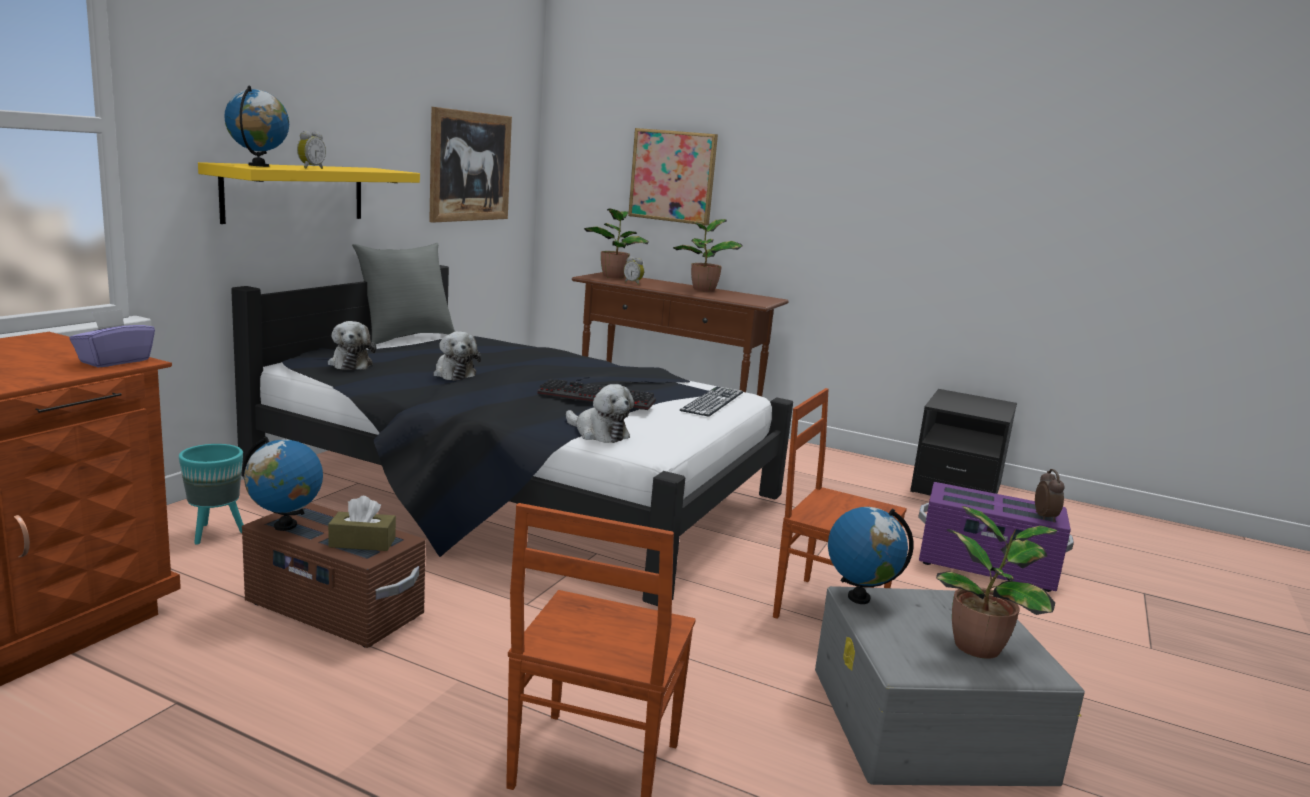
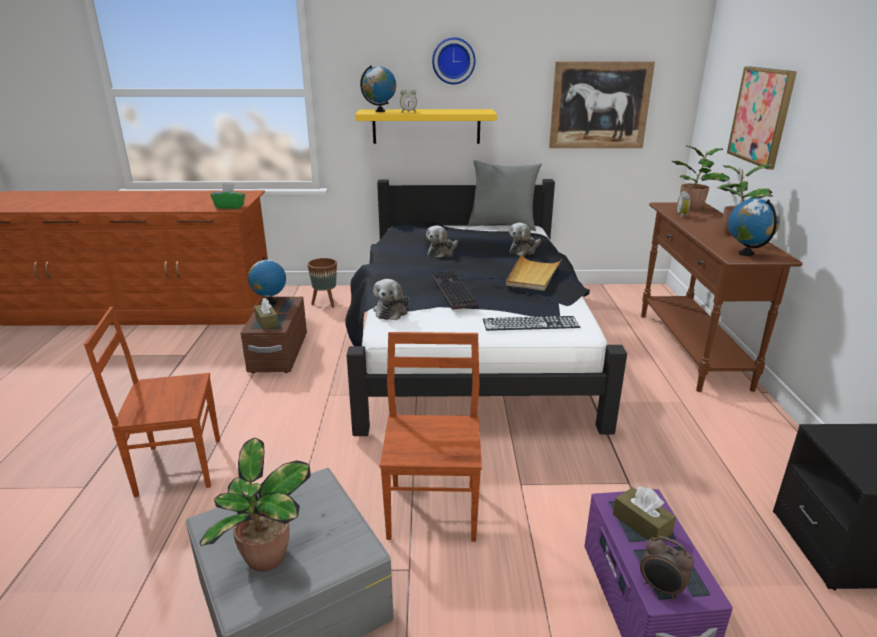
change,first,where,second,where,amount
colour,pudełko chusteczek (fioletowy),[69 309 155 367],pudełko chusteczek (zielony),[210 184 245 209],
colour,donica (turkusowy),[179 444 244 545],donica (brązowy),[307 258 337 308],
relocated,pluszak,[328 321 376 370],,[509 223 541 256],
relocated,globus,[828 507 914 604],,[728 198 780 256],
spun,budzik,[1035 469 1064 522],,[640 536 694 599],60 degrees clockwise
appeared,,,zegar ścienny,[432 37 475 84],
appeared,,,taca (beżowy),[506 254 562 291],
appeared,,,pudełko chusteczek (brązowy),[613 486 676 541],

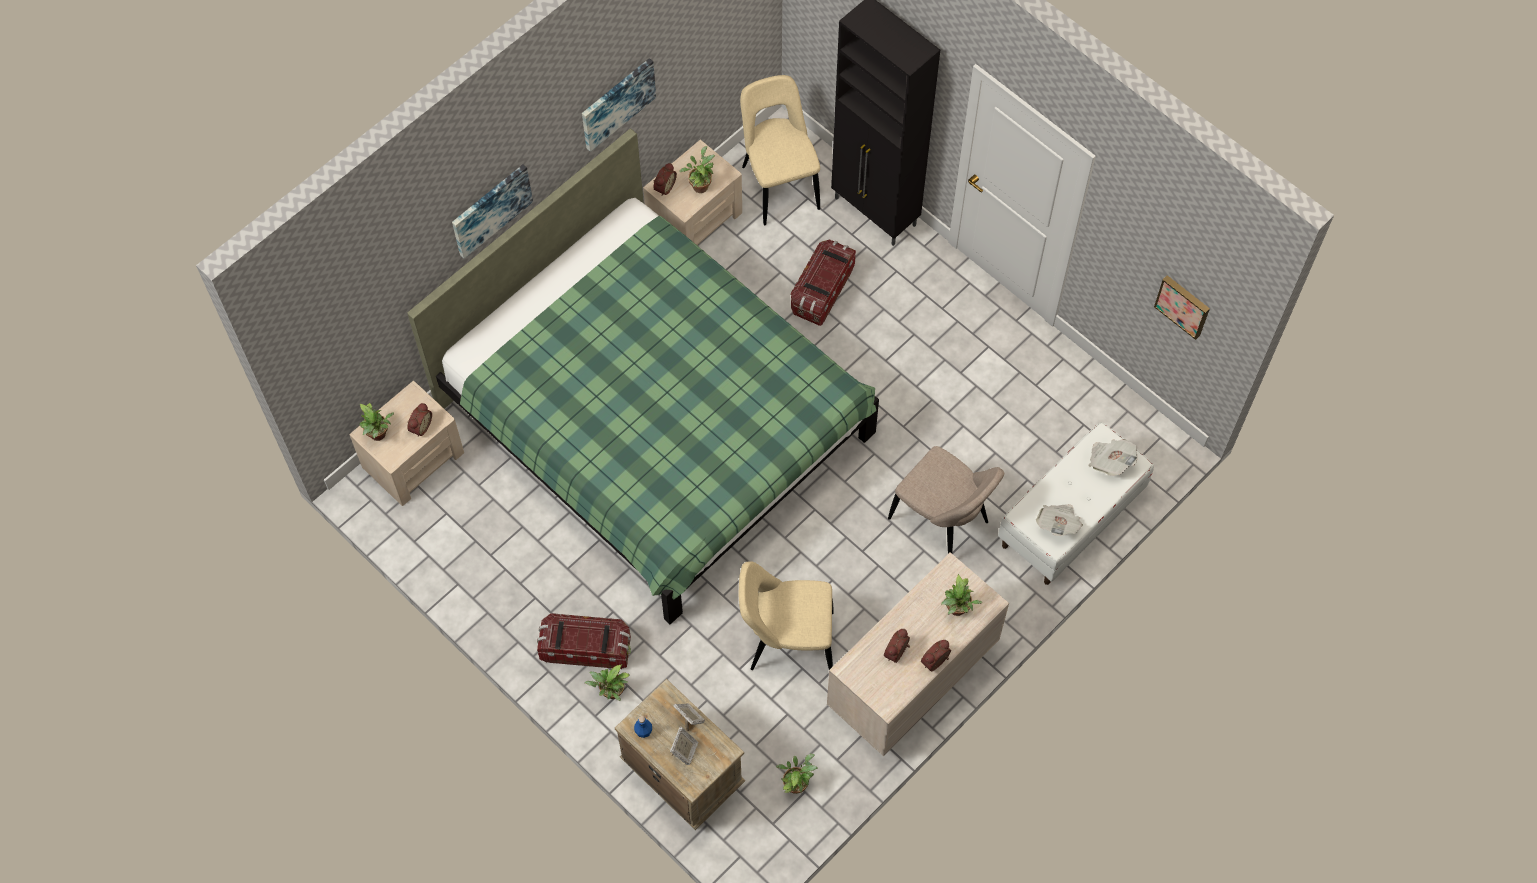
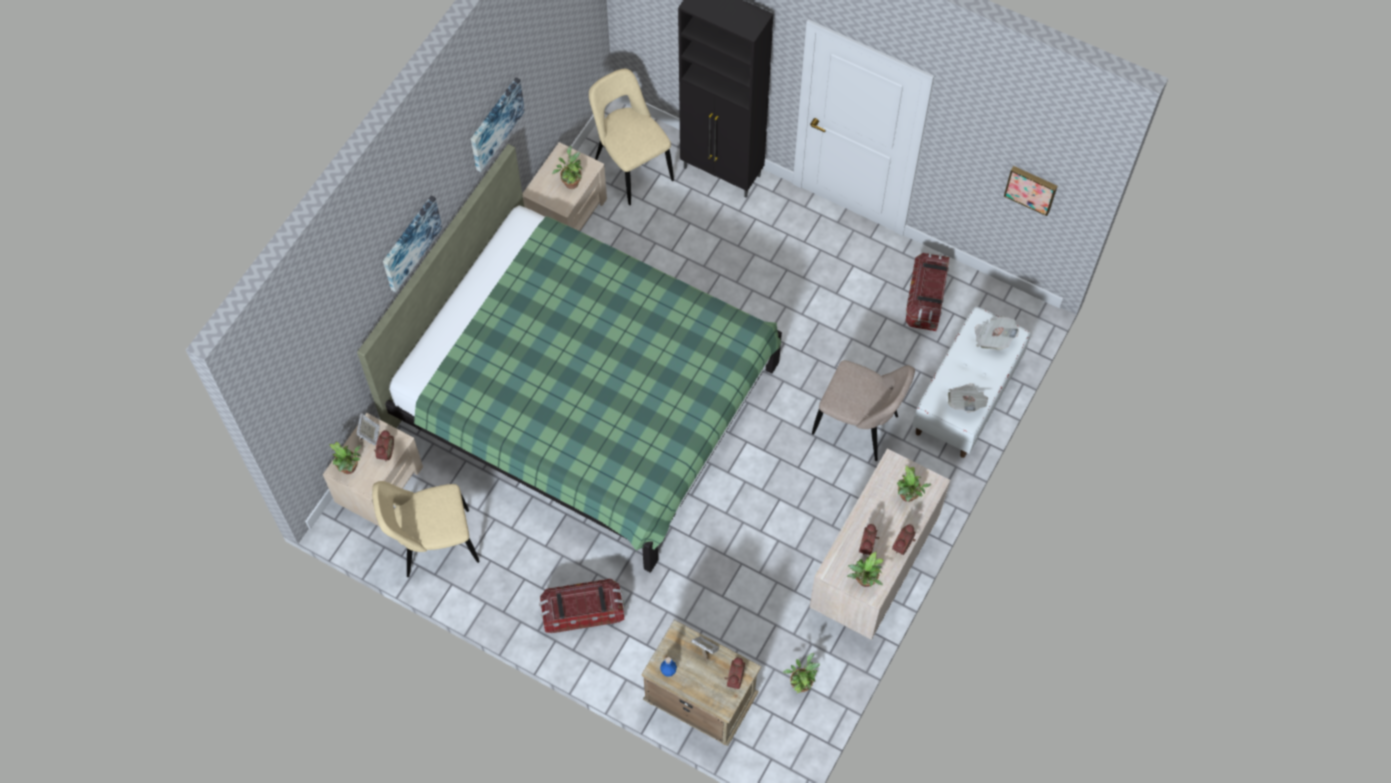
change,first,where,second,where,amount
relocated,roślina doniczkowa,[584 664 630 701],,[847 551 884 587],
relocated,budzik,[653 163 677 196],,[725 657 745 689],
relocated,ramka na zdjęcie,[670 727 698 765],,[357 413 380 445],
relocated,krzesło (beżowy),[739 562 834 670],,[372 481 480 577],
relocated,pojemnik do przechowywania,[791 239 856 326],,[905 253 949 331],

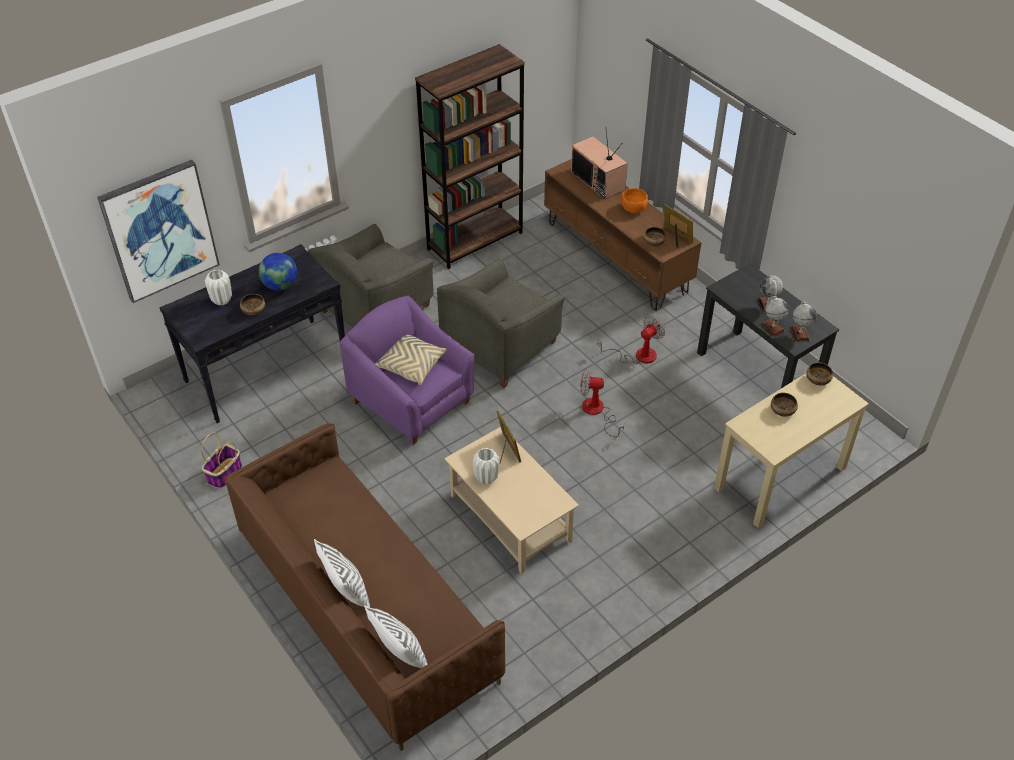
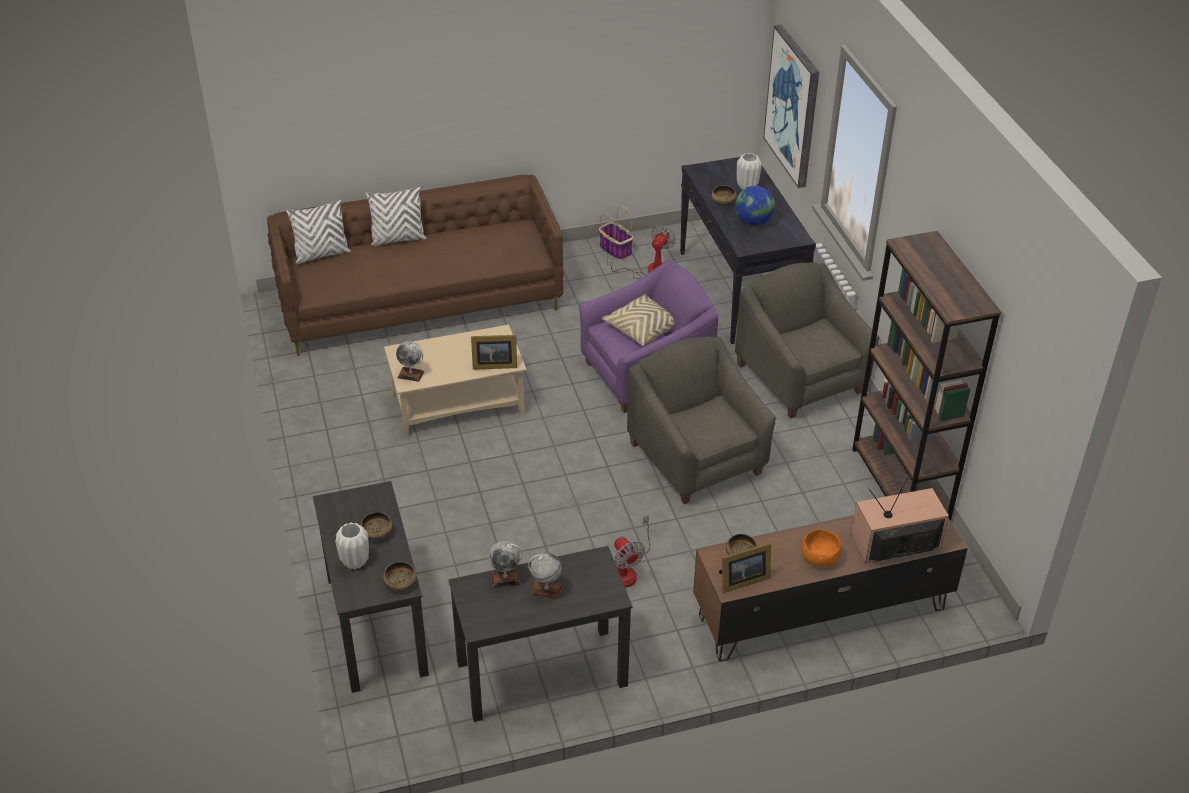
change,first,where,second,where,amount
relocated,wazon (biały),[473 448 499 485],,[335 523 369 569],
relocated,wentylator,[581 369 624 437],,[607 225 676 279],
colour,biurko (beżowy),[714 373 869 528],biurko (czarny),[313 481 429 693],
relocated,globus,[790 302 817 342],,[396 341 424 382],

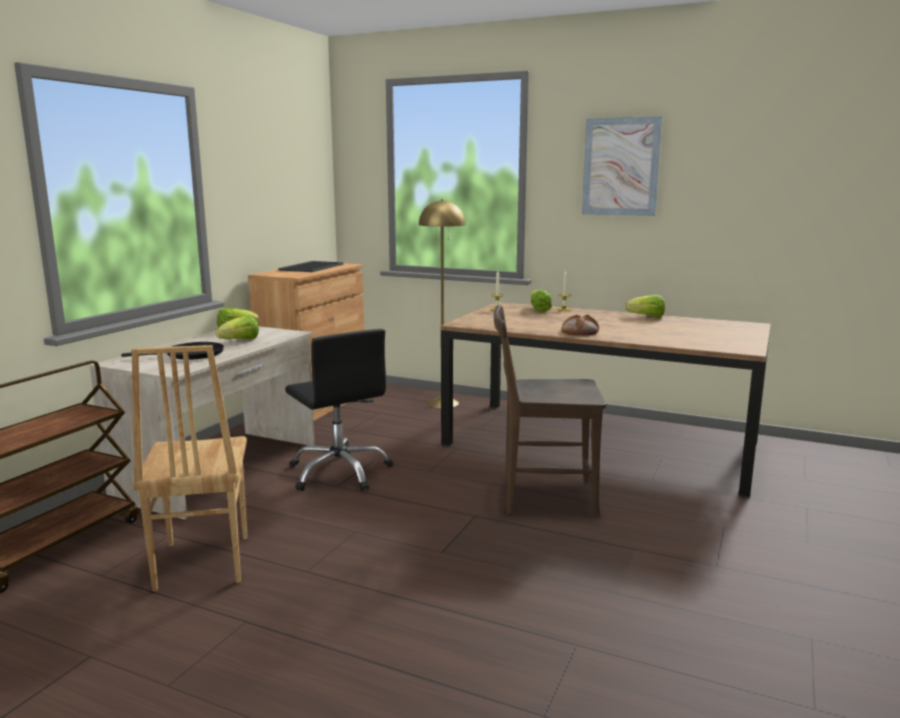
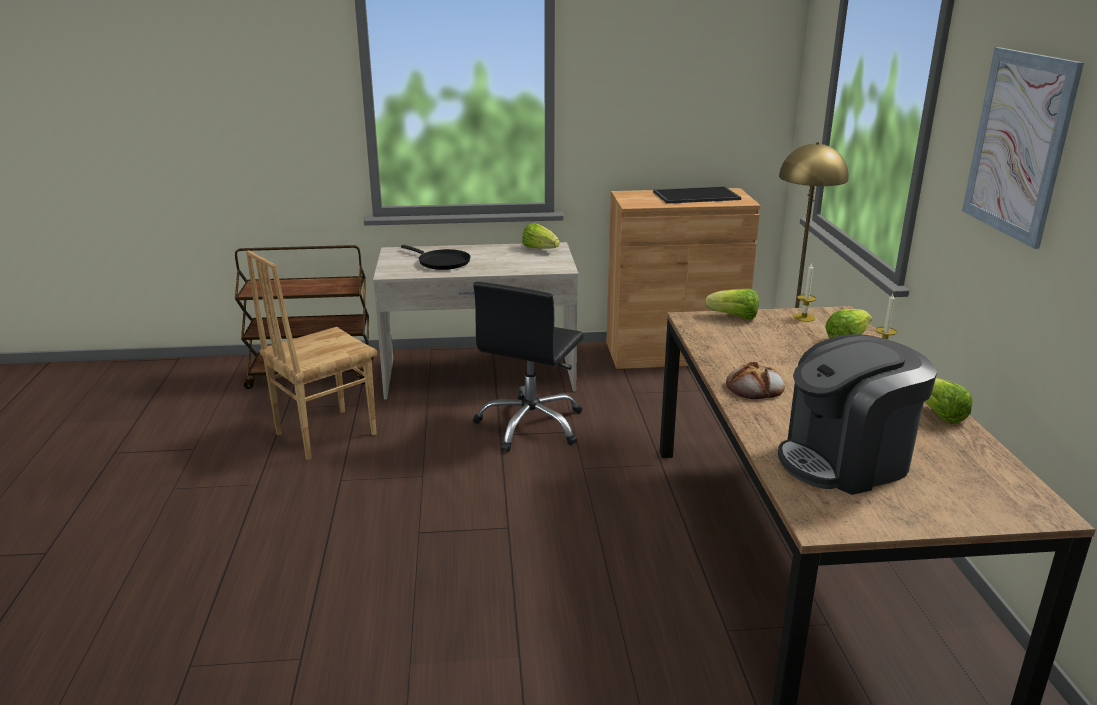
change,first,where,second,where,amount
relocated,sałata,[216 315 259 340],,[705 289 759 319],
missing,krzesło (brązowy),[493 305 606 517],,,
appeared,,,ekspres do kawy,[778 334 937 495],

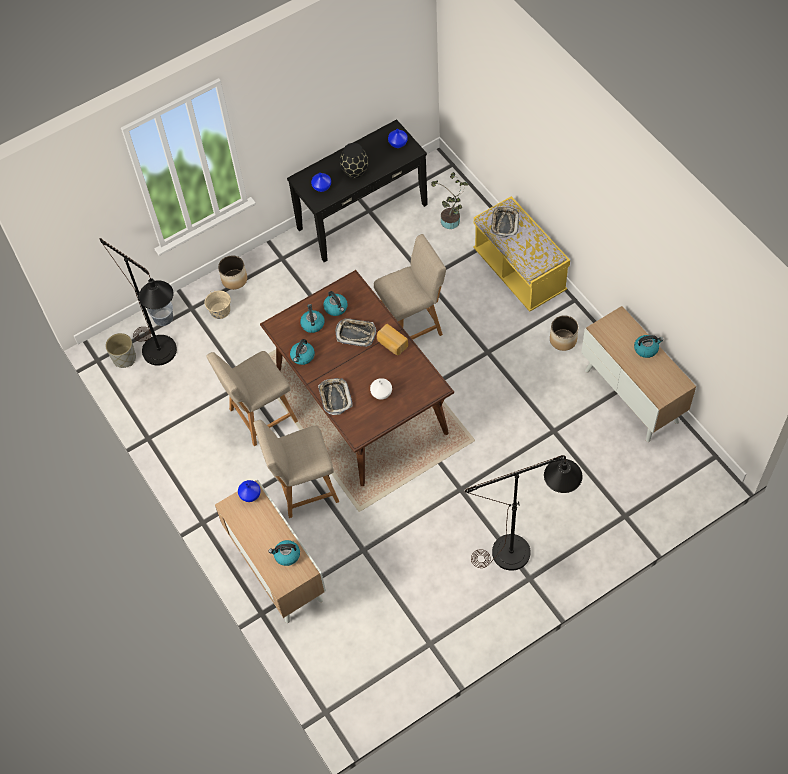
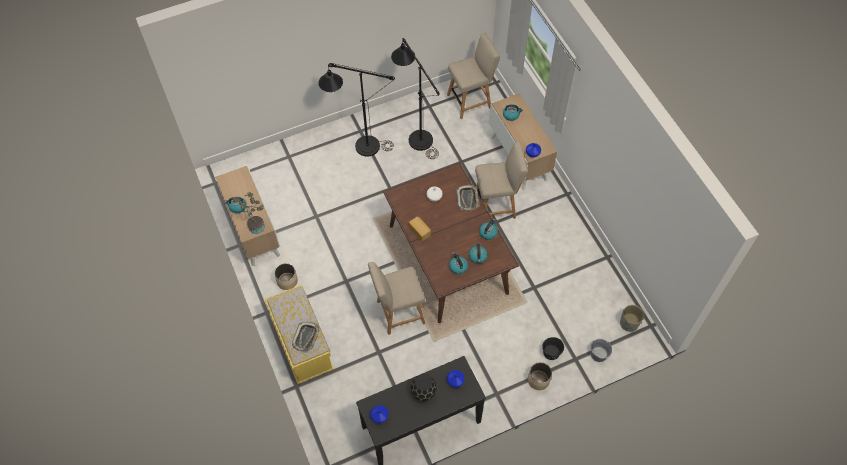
change,first,where,second,where,amount
relocated,lampa stojąca (czarny),[100 238 177 366],,[391 38 440 159],
colour,wiadro (beżowy),[205 290 231 319],wiadro (czarny),[542 337 564 360],
relocated,krzesło (beżowy),[207 351 298 446],,[447 33 500 119],
missing,taca,[335 318 376 347],,,
relocated,roślina doniczkowa,[431 172 469 229],,[233 192 265 234],

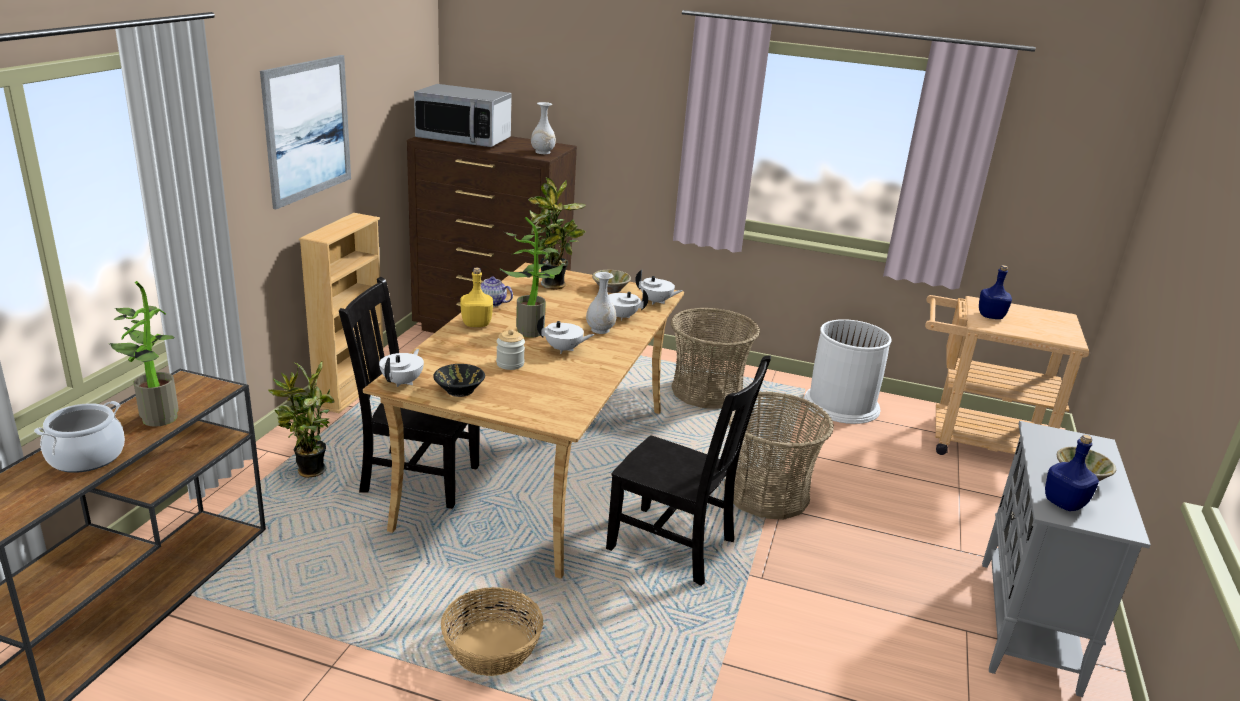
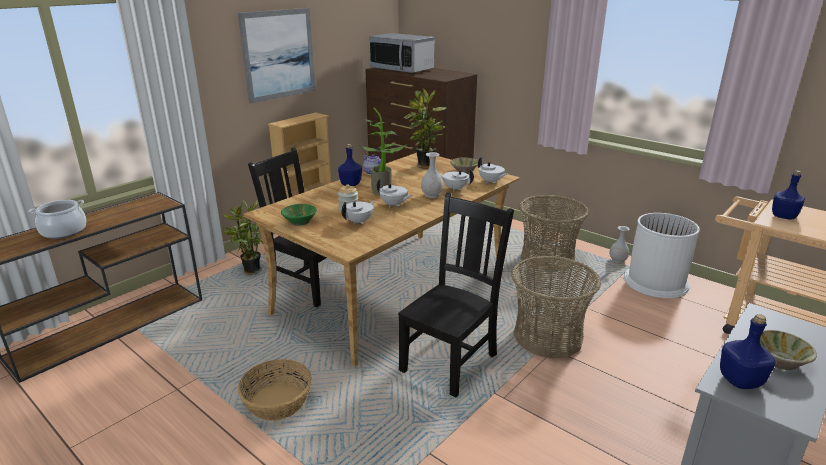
change,first,where,second,where,amount
missing,roślina doniczkowa,[110 281 179 427],,,
relocated,imbryk (biały),[379 349 424 387],,[342 200 375 224],
colour,miska (czarny),[433 364 485 397],miska (zielony),[281 204 317 226],
colour,butelka (żółty),[460 268 493 327],butelka (niebieski),[338 144 362 186],
relocated,wazon (biały),[531 102 556 154],,[610 226 630 263],
spun,krzesło (czarny),[606 356 771 586],,[398 192 514 397],105 degrees counterclockwise

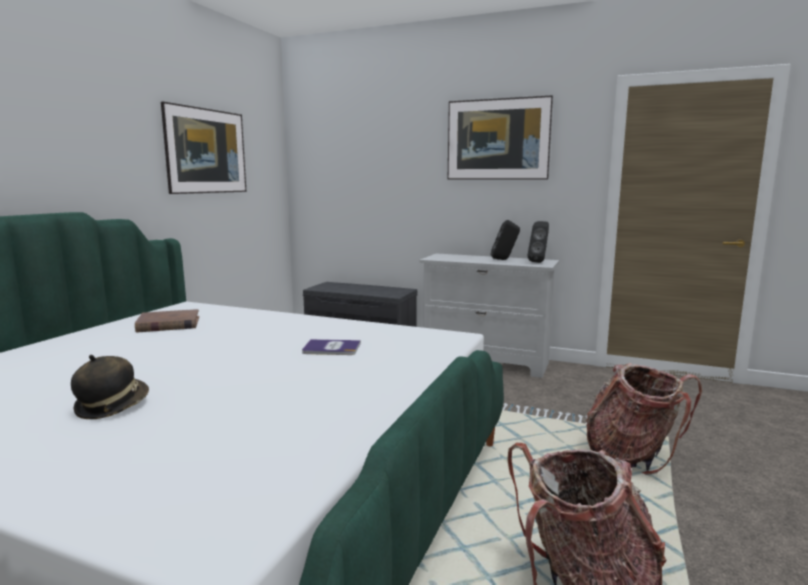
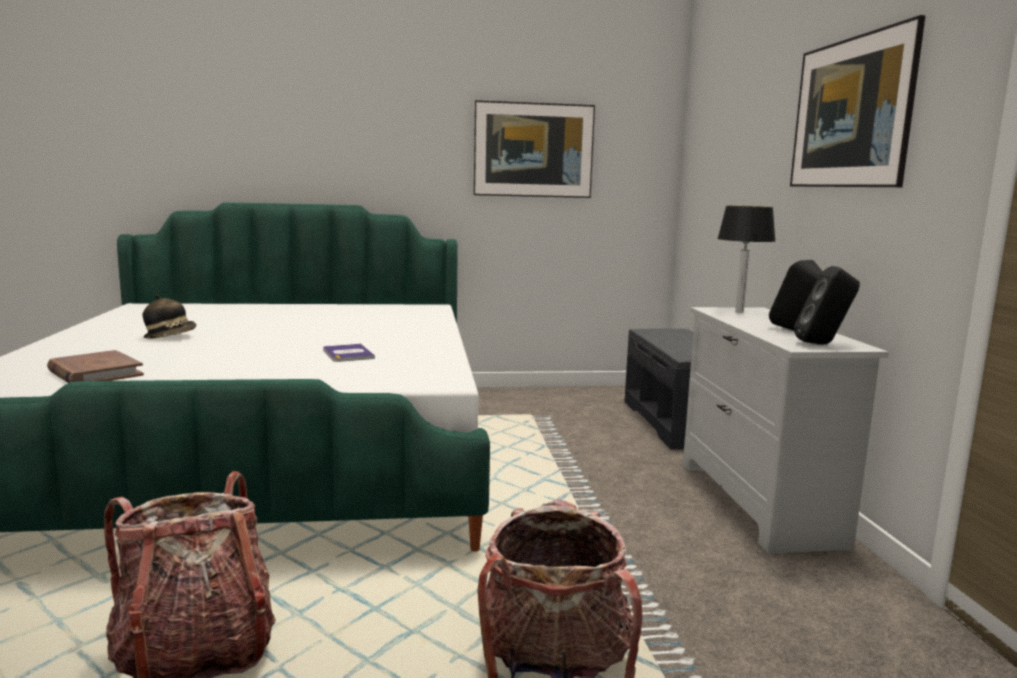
change,first,where,second,where,amount
relocated,książka (brązowy),[135 309 199 333],,[47 350 144 383],
appeared,,,lampa stołowa,[717 206 776 313],

